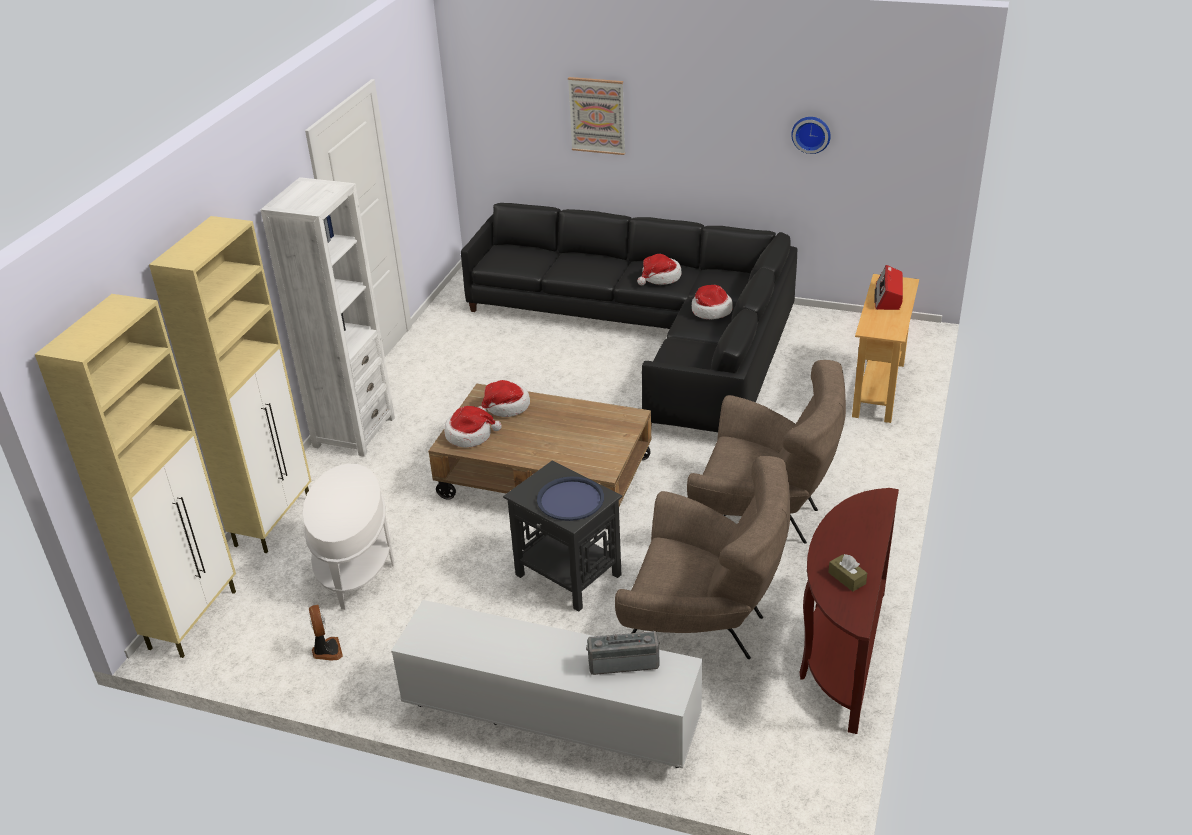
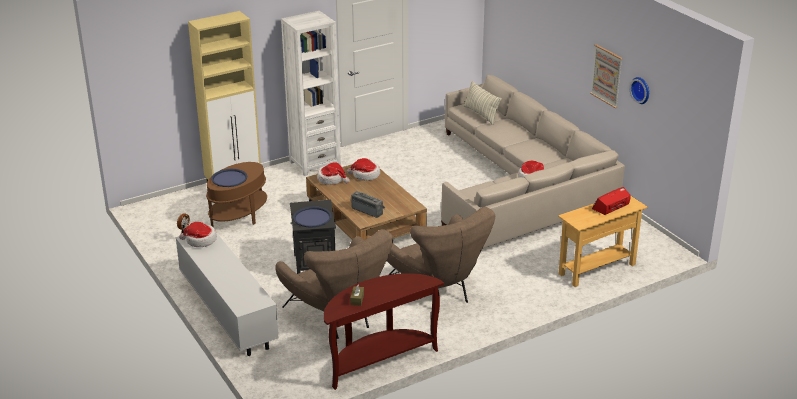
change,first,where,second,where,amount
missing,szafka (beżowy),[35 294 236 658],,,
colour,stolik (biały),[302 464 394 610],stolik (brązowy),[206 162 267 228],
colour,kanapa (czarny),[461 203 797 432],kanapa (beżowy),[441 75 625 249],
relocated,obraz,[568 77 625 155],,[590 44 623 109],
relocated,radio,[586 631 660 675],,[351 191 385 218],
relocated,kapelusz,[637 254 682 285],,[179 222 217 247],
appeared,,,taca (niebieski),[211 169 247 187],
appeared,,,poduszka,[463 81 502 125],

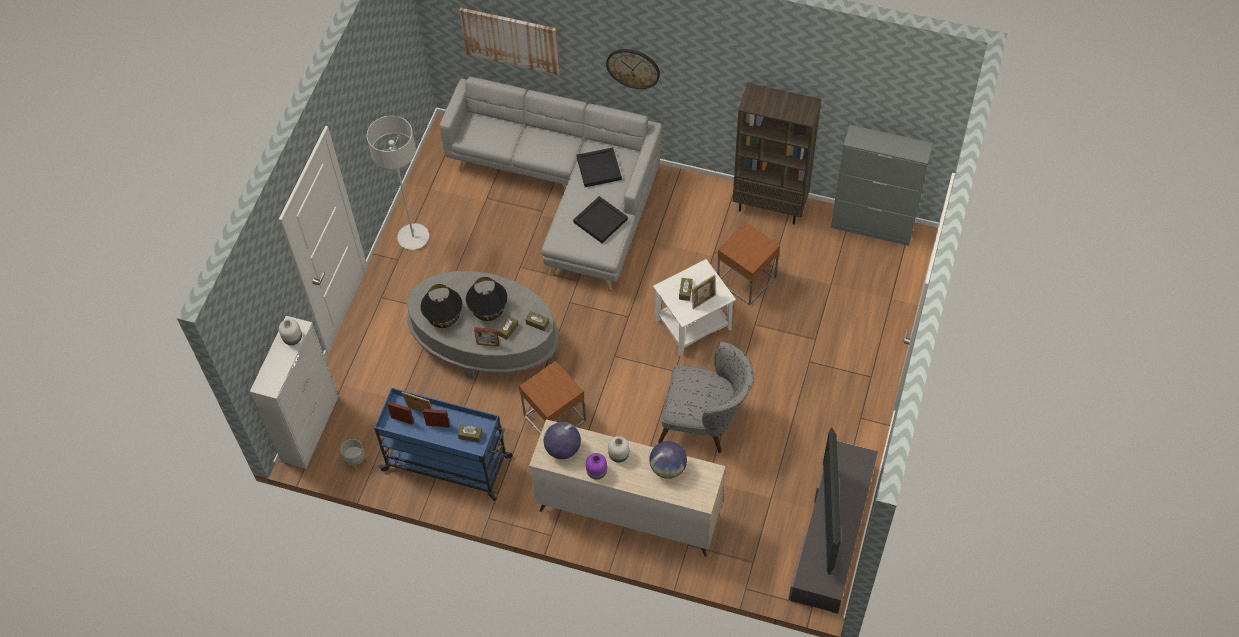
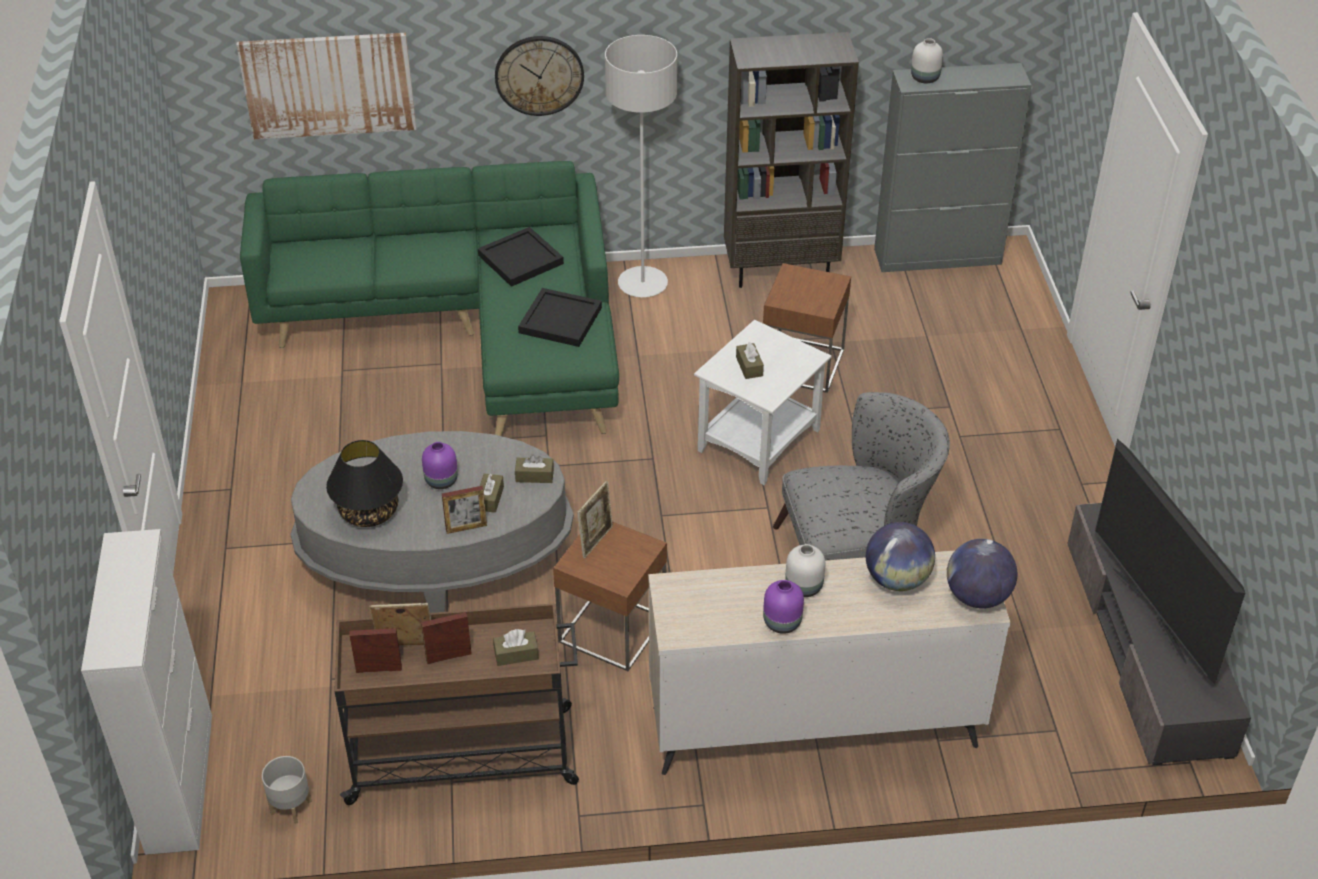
change,first,where,second,where,amount
relocated,wazon (biały),[279 319 302 345],,[911 38 943 83],
relocated,lampa stojąca (szary),[367 116 429 250],,[605 35 677 297],
colour,wózek (niebieski),[374 387 513 501],wózek (brązowy),[334 603 579 805],
colour,kanapa (szary),[439 77 662 291],kanapa (zielony),[240 161 619 436],
exchanged,lampa stołowa (czarny),[466 277 508 321],wazon (fioletowy),[422 442 458 489],
relocated,globus,[544 422 581 459],,[947 539 1017 609],
relocated,ramka na zdjęcie,[692 275 716 309],,[577 480 613 559],

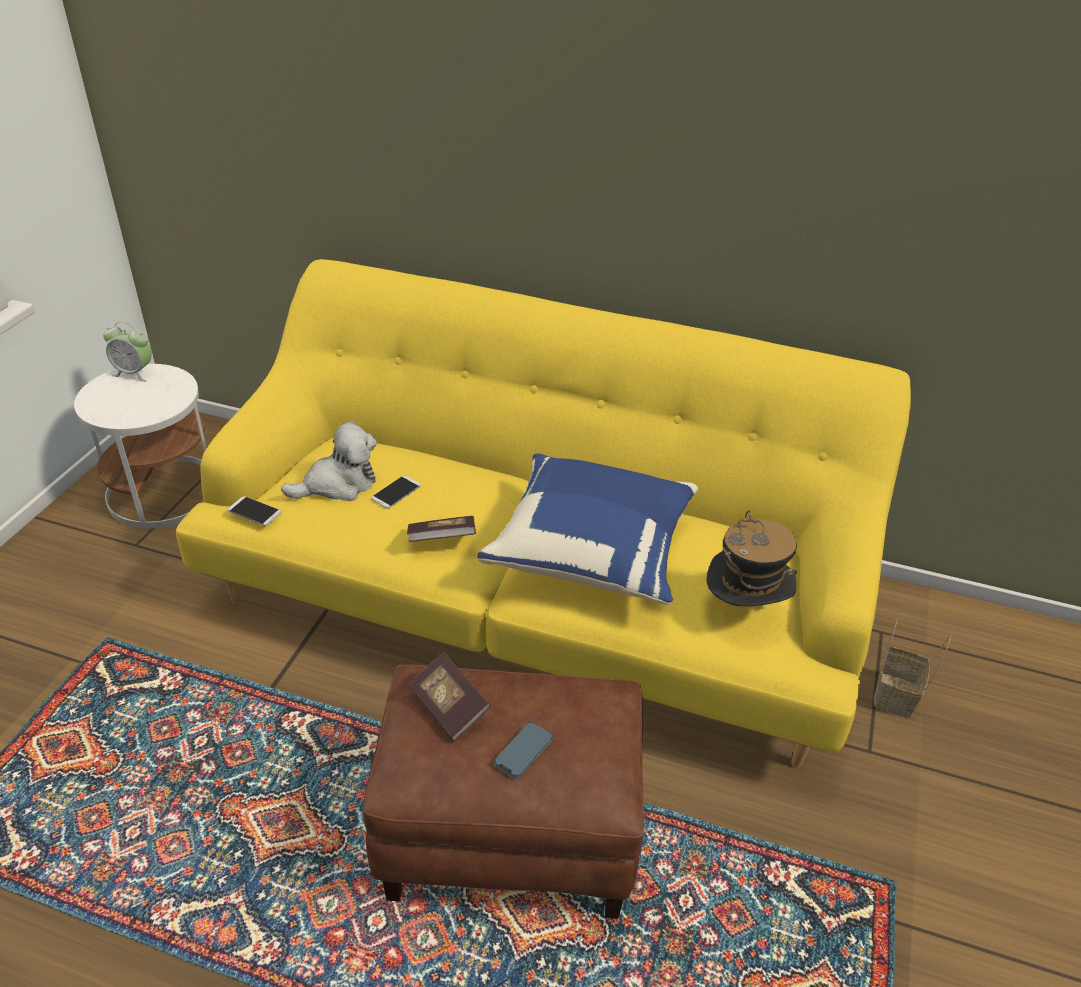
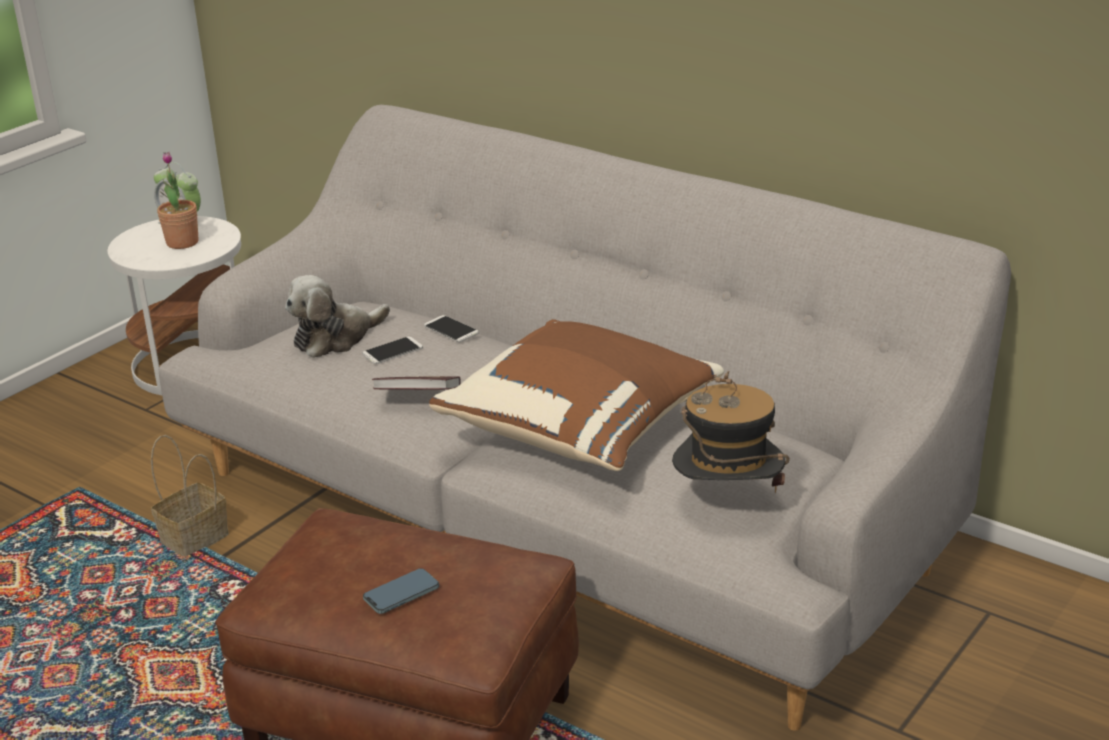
change,first,where,second,where,amount
colour,kanapa (żółty),[176 259 911 768],kanapa (szary),[159 105 1011 731],
relocated,telefon,[228 496 281 526],,[424 315 479 342],
spun,pluszak,[281 421 377 501],,[285 275 390 358],150 degrees clockwise
missing,książka,[408 652 491 742],,,
colour,poduszka (niebieski),[477 454 698 605],poduszka (brązowy),[429 319 724 471],
relocated,koszyk,[873 619 951 719],,[151 435 229 557],
appeared,,,roślina doniczkowa,[157 152 199 249],

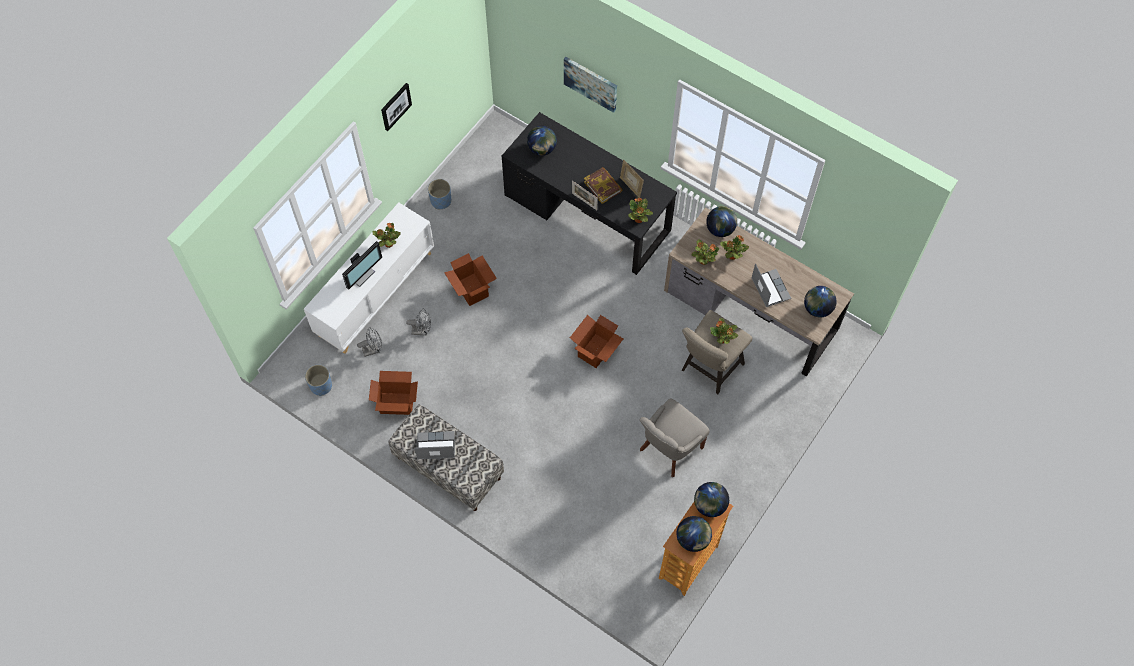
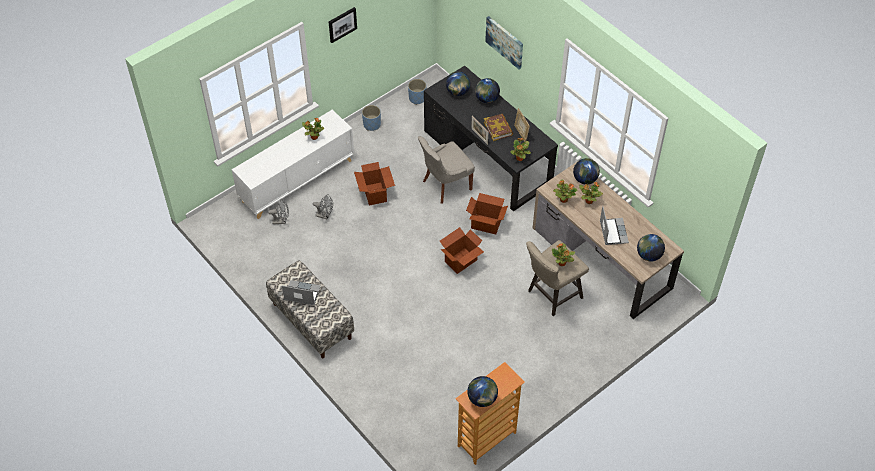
change,first,where,second,where,amount
relocated,donica (niebieski),[305 365 332 396],,[408 79 427 105],
missing,monitor,[342 241 382 290],,,
relocated,karton,[369 371 418 415],,[466 193 508 234],
relocated,krzesło (szary),[639 399 710 477],,[418 136 475 204],
relocated,globus,[694 482 729 517],,[475 78 500 103],

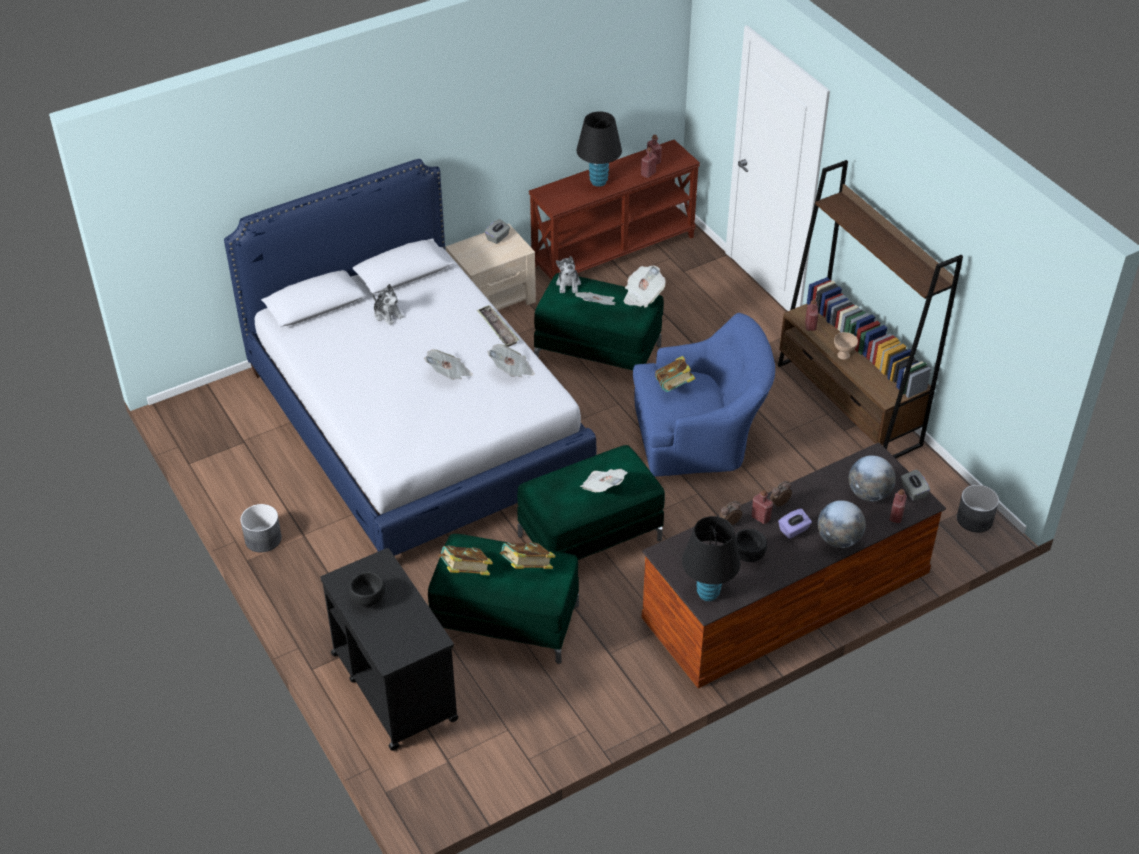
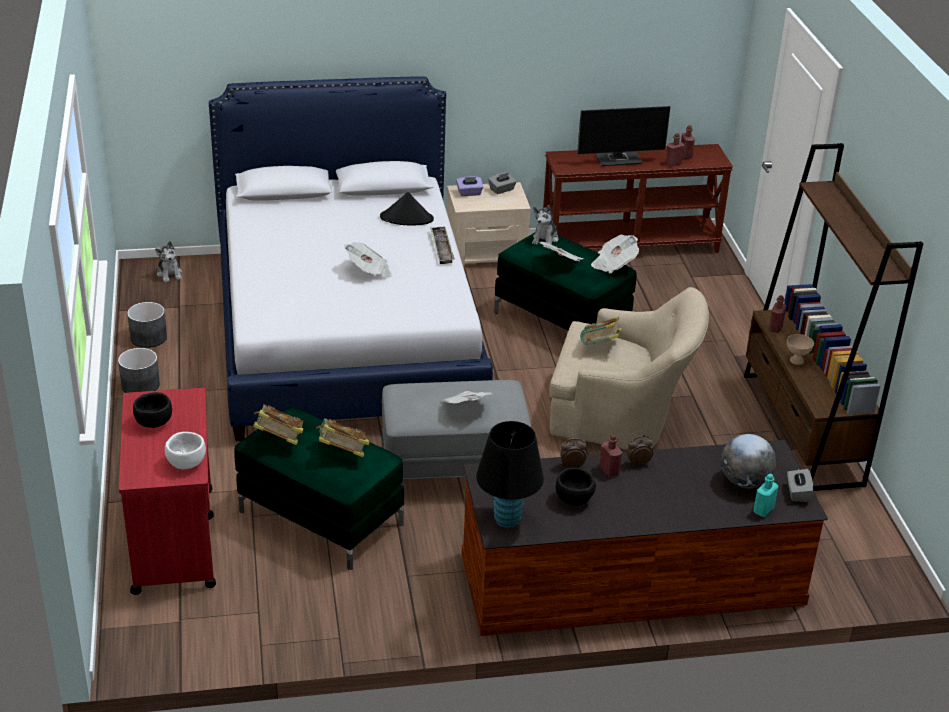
change,first,where,second,where,amount
colour,wózek (czarny),[320 548 459 751],wózek (czerwony),[119 388 216 595],
relocated,pluszak,[372 284 404 325],,[155 241 182 282],
missing,gazeta,[487 344 535 377],,,
colour,pufa (zielony),[517 445 665 560],pufa (szary),[382 380 532 479],
exchanged,lampa stołowa (czarny),[577 111 622 187],monitor,[577 106 671 166],
colour,fotel (niebieski),[633 313 775 476],fotel (beżowy),[549 287 709 450],
relocated,pudełko chusteczek (fioletowy),[778 509 812 539],,[456 176 483 196],
missing,globus,[817 500 866 548],,,
colour,butelka (czerwony),[889 489 907 523],butelka (turkusowy),[753 474 779 517],
relocated,donica (szary),[957 485 999 533],,[127 302 167 348],
appeared,,,miska (biały),[165 432 206 469],
appeared,,,kapelusz (czarny),[380 192 434 225],

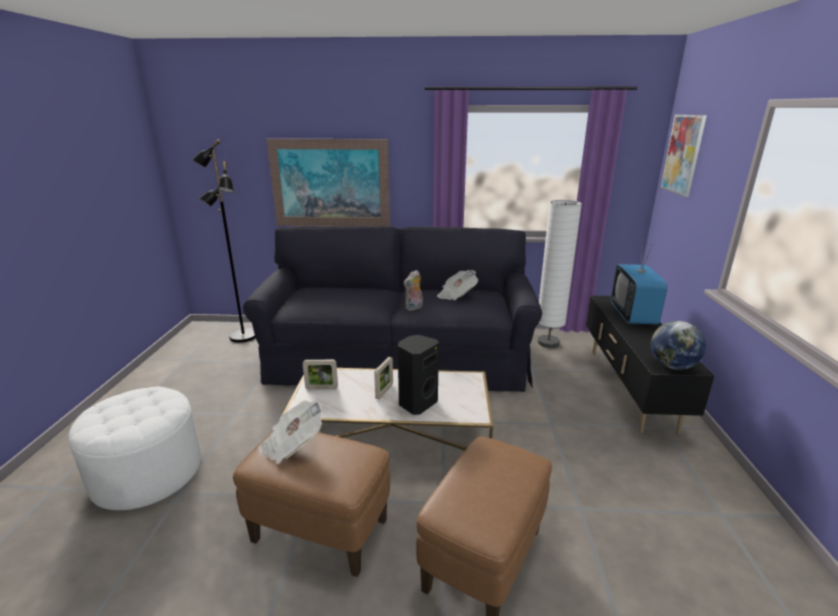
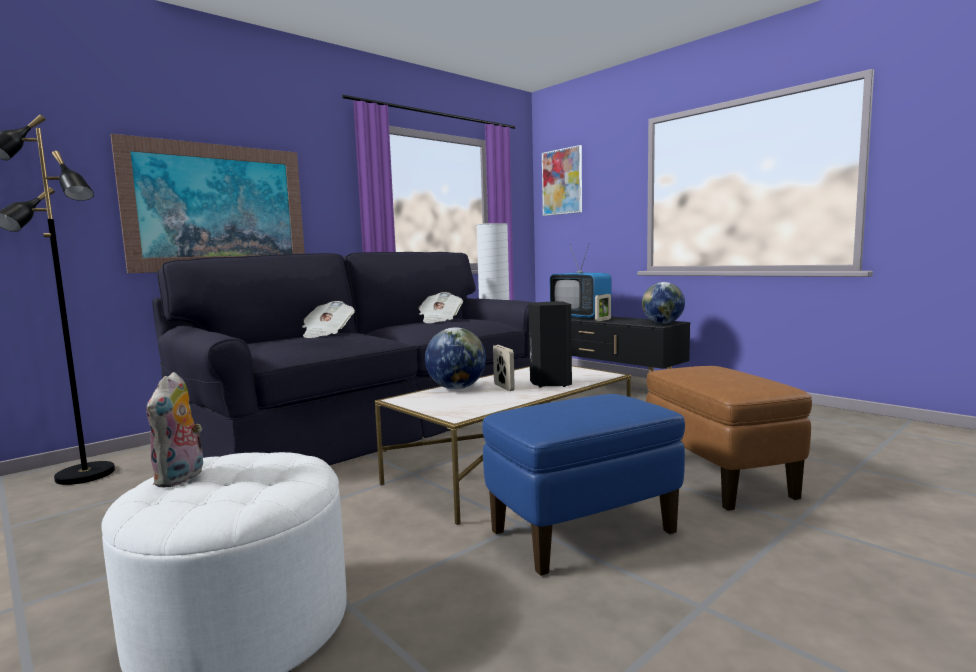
change,first,where,second,where,amount
colour,pufa (brązowy),[233 431 390 577],pufa (niebieski),[482 394 685 576],
relocated,gazeta,[258 401 323 464],,[302 301 355 338],
relocated,ramka na zdjęcie,[303 359 338 390],,[595 294 611 321],
relocated,pluszak,[404 270 423 311],,[146 372 203 487],
appeared,,,globus,[425 327 486 389],

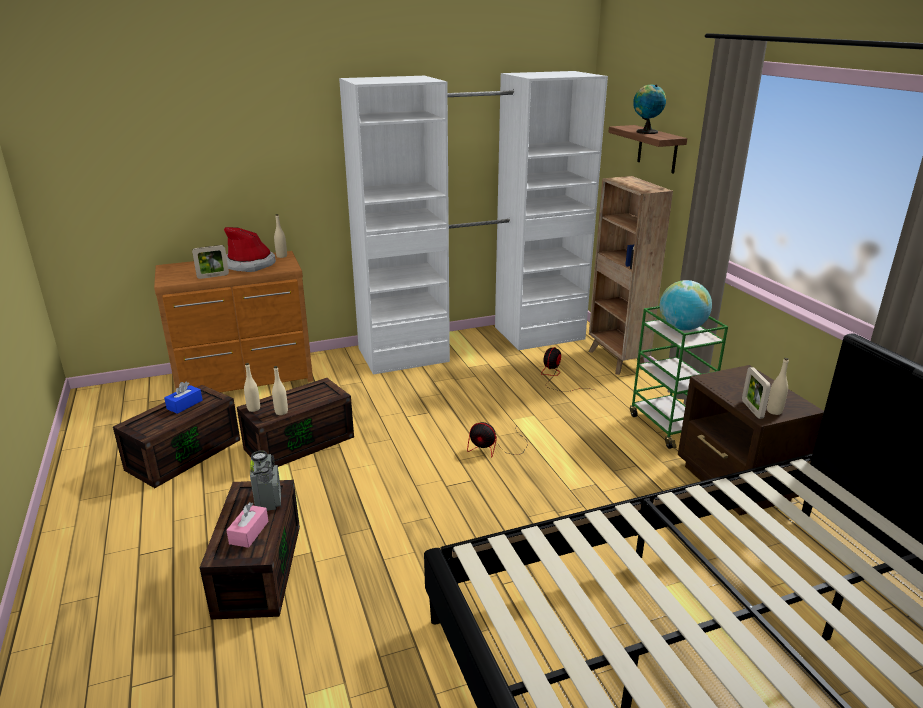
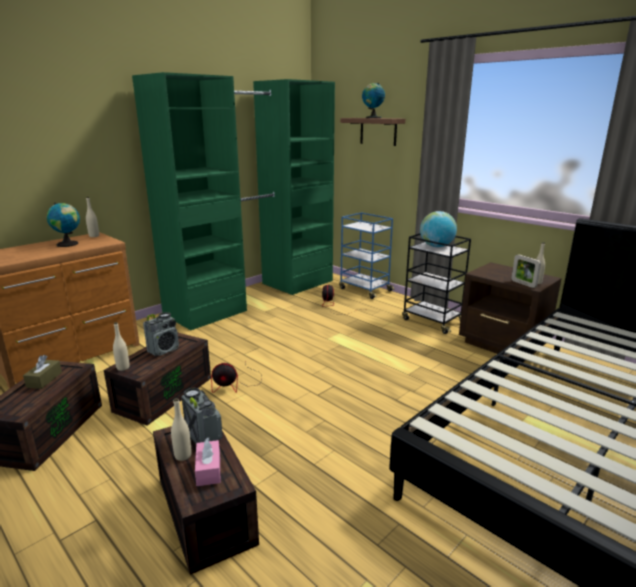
change,first,where,second,where,amount
colour,pudełko chusteczek (niebieski),[164 381 203 414],pudełko chusteczek (brązowy),[23 355 62 389],
missing,ramka na zdjęcie,[192 245 229 279],,,
exchanged,kapelusz,[224 227 276 272],globus,[47 203 80 247],
relocated,butelka (beżowy),[272 366 288 415],,[171 398 192 461],
colour,szafa (biały),[339 71 608 374],szafa (zielony),[132 72 335 330],
relocated,wentylator,[467 422 527 458],,[211 362 262 393],
exchanged,regał (brązowy),[588 176 673 375],wózek (niebieski),[339 212 394 299],
colour,wózek (zielony),[630 306 728 449],wózek (czarny),[402 233 471 334],
appeared,,,radio,[143 312 179 356],

